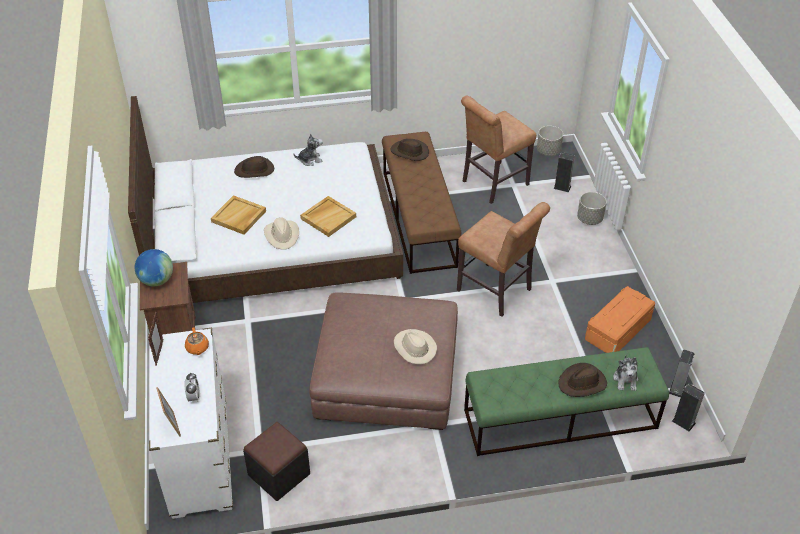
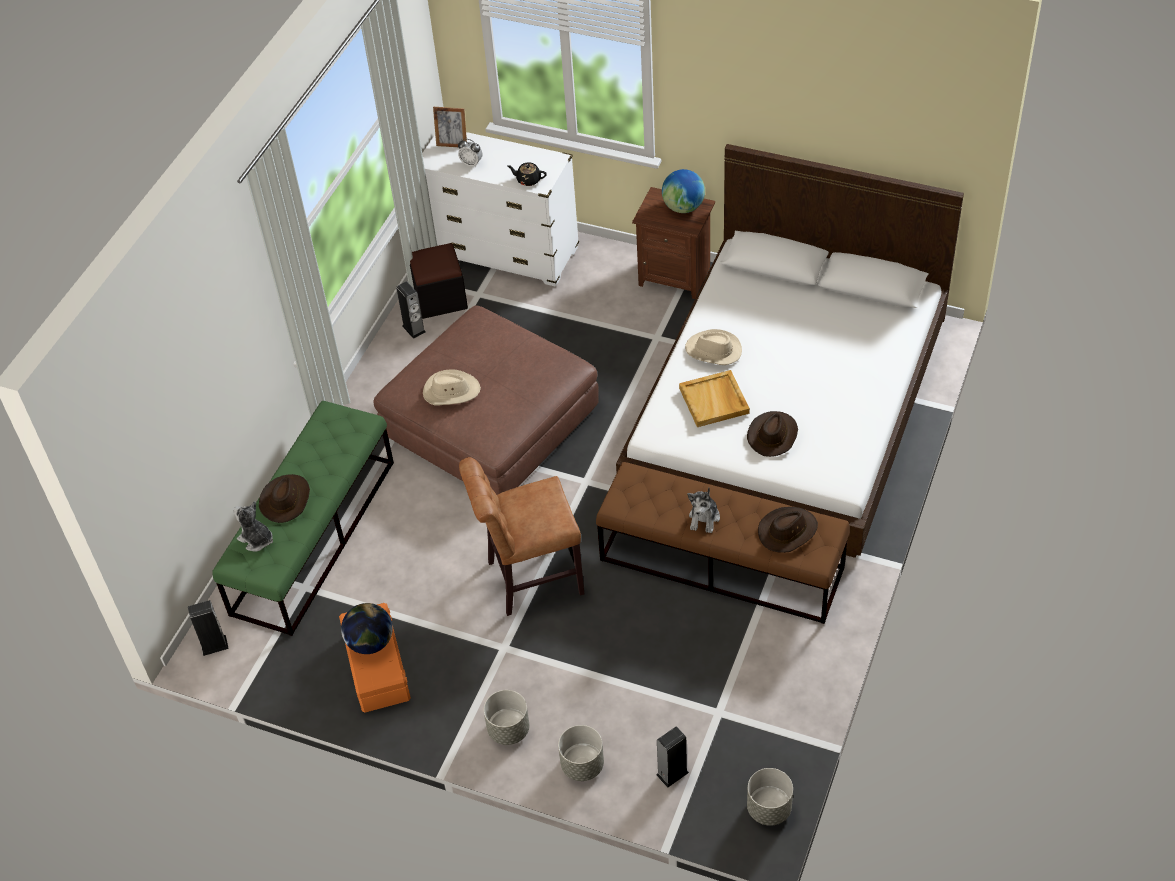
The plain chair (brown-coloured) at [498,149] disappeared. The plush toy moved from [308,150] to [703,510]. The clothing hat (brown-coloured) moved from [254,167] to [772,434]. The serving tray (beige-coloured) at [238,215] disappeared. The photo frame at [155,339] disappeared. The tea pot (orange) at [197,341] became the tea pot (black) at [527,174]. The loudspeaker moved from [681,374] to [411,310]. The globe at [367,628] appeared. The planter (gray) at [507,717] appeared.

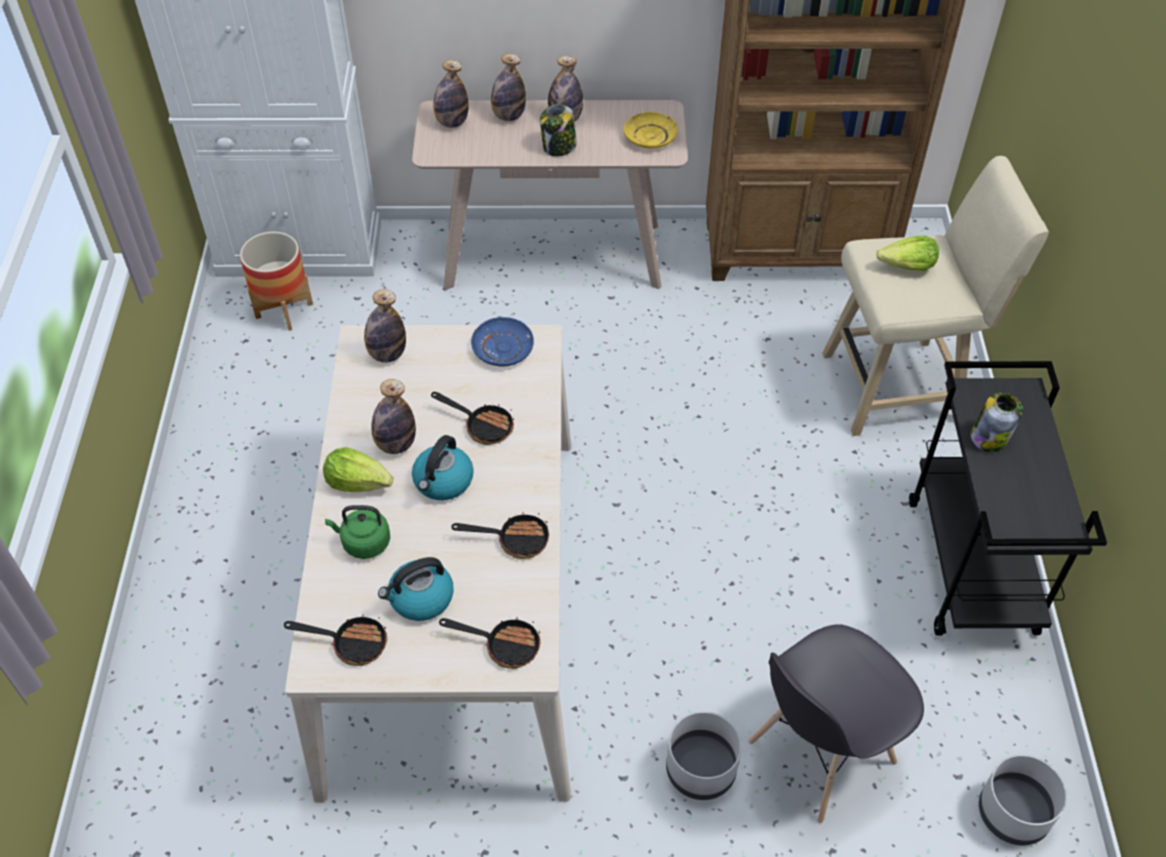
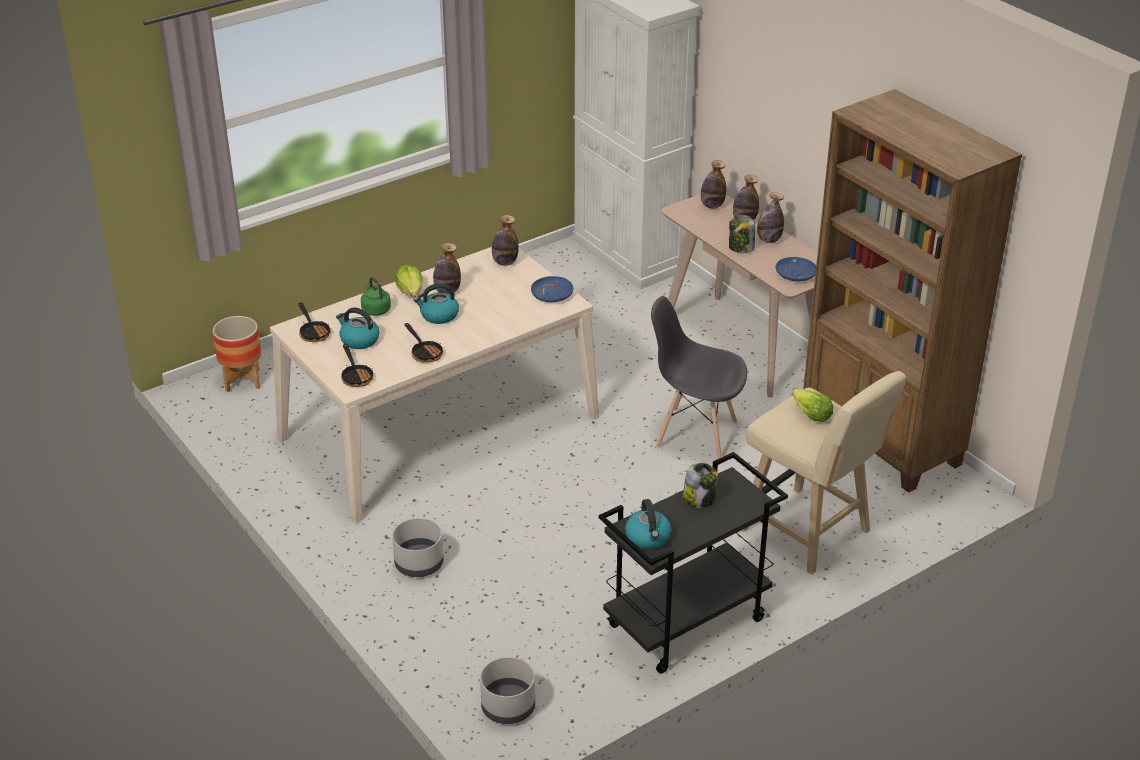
The dinner plate (yellowish) at [651,130] became the dinner plate (blue) at [796,269]. The planter moved from [276,281] to [236,354]. The skillet at [472,418] disappeared. The plain chair (gray) moved from [836,723] to [699,377]. The kettle at [648,524] appeared.

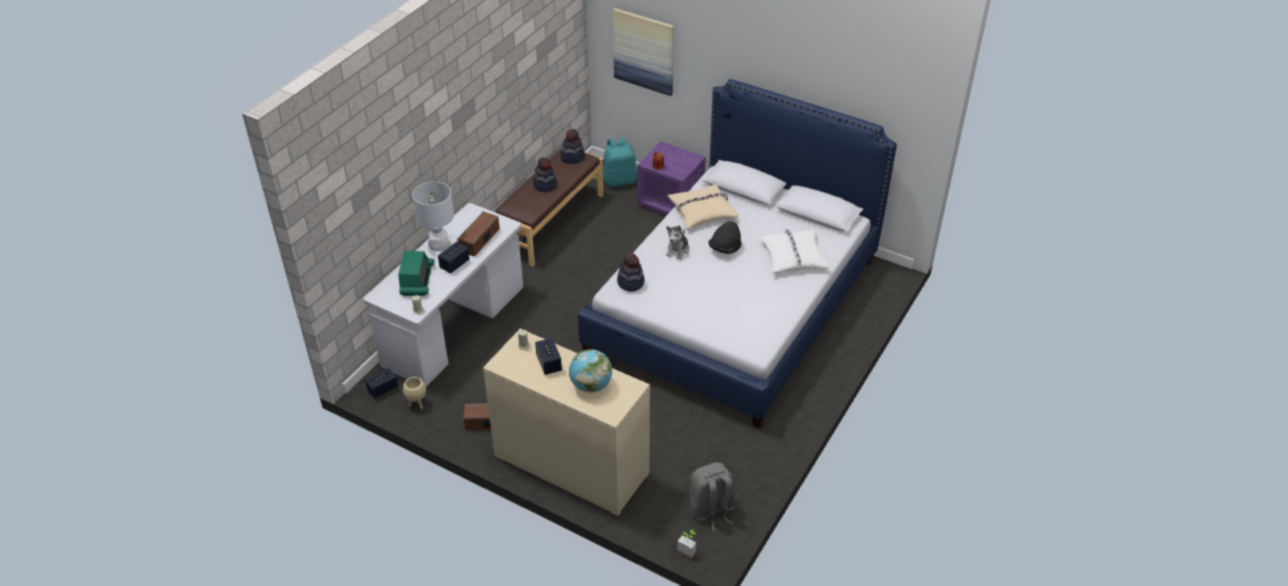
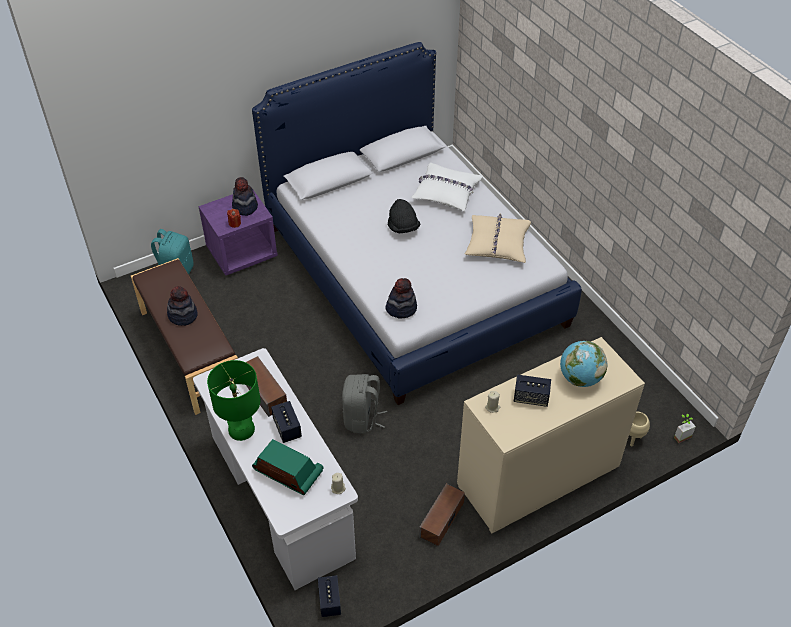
The wall art at [643,52] disappeared. The clothing hat moved from [573,146] to [245,196]. The lamp for a table (white-coloured) at [433,216] became the lamp for a table (green-coloured) at [234,400]. The throw pillow (beige-coloured) moved from [703,206] to [498,238]. The plush toy at [677,242] disappeared. The planter (beige-coloured) moved from [414,393] to [639,429]. The backpack (gray) moved from [712,496] to [364,403].

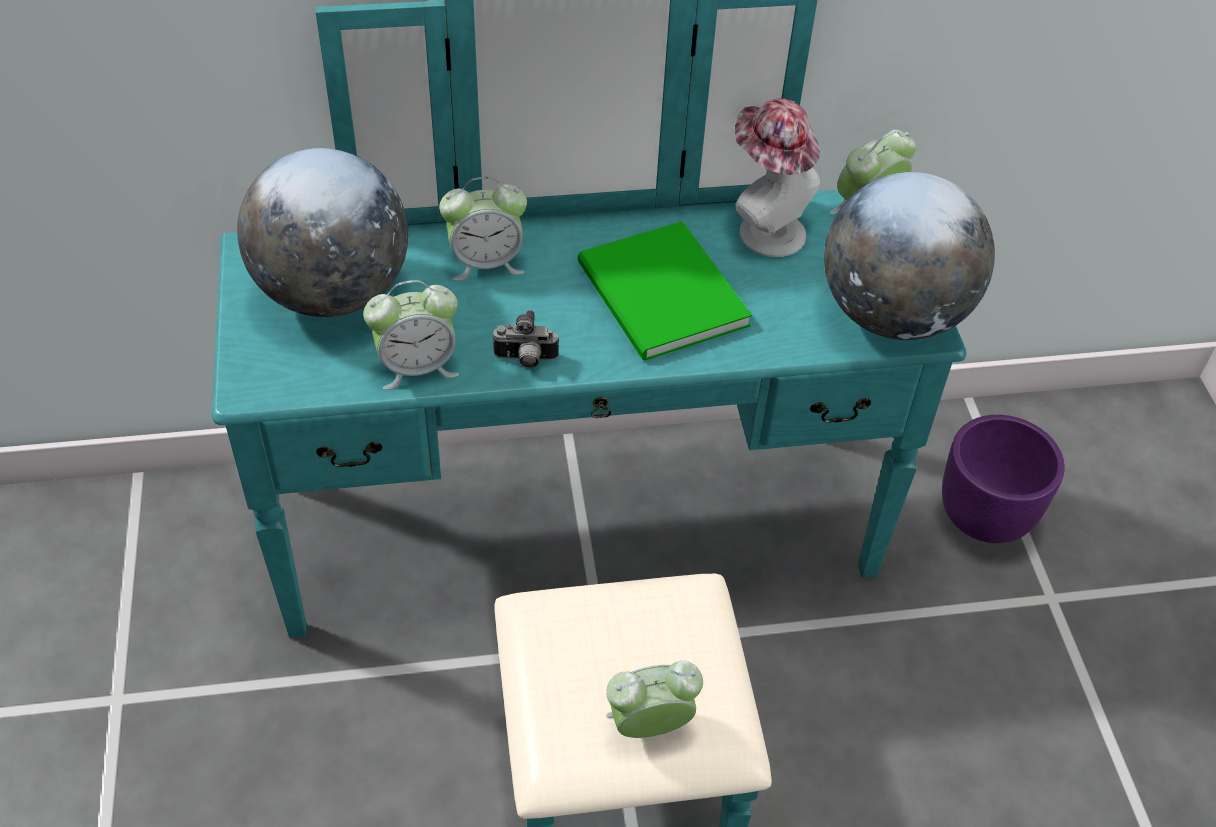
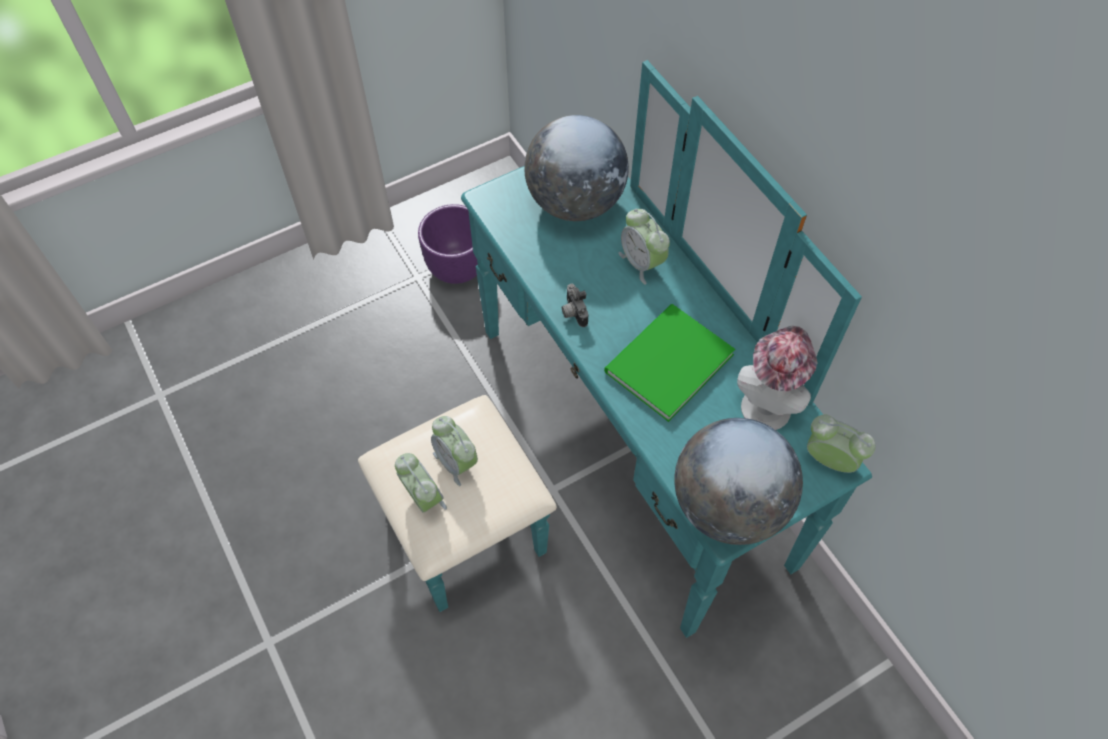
The alarm clock moved from [411,335] to [454,451]. The planter (purple-coloured) moved from [1003,479] to [448,244].

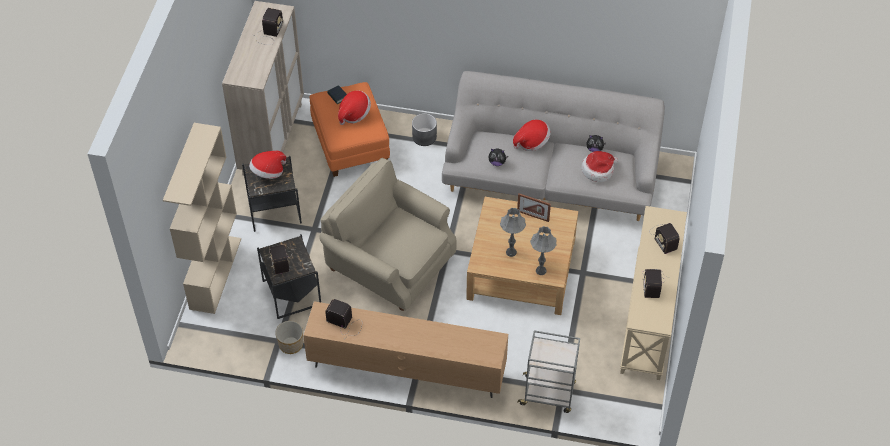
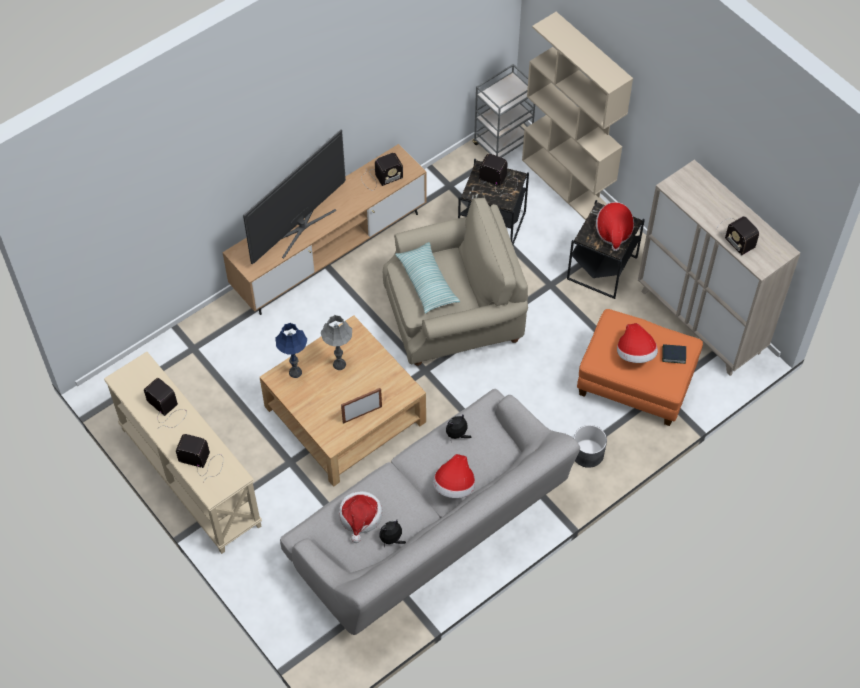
The lamp for a table (gray) at [543,250] became the lamp for a table (blue) at [291,350]. The planter at [289,337] disappeared. The wheeled cart (gray) moved from [548,371] to [504,111]. The TV at [294,196] appeared. The throw pillow at [427,278] appeared.

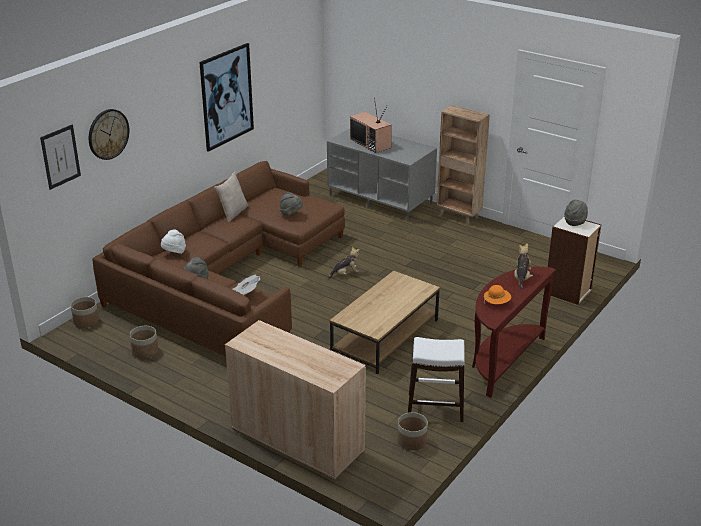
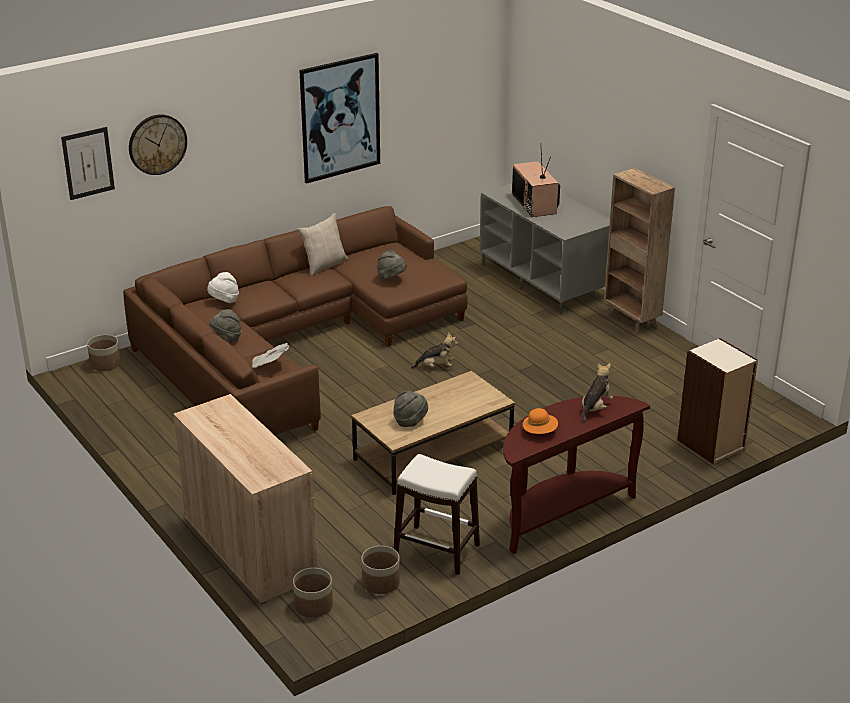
The clothing hat (gray) moved from [576,213] to [410,409]. The planter moved from [144,342] to [313,592].

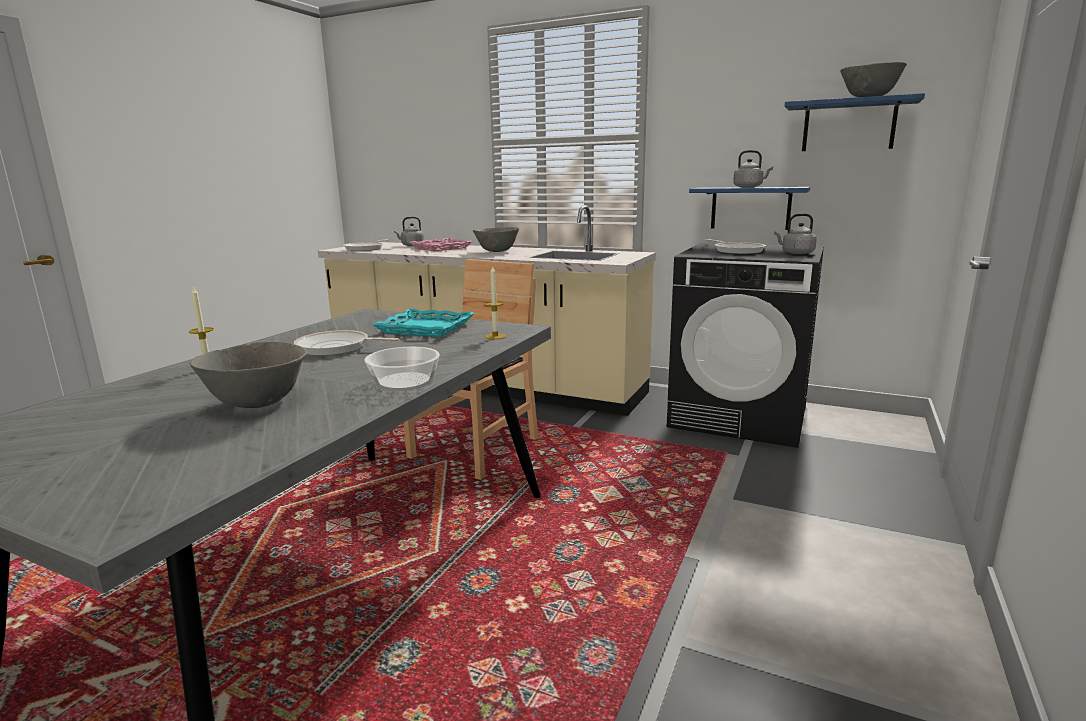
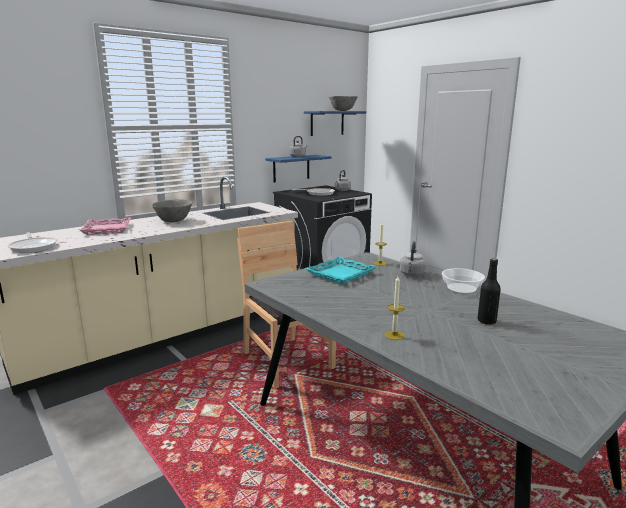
The kettle (gray) moved from [409,231] to [414,258]. The skillet at [346,343] disappeared. The serving bowl (gray) at [248,375] was replaced by the bottle (black) at [489,291].

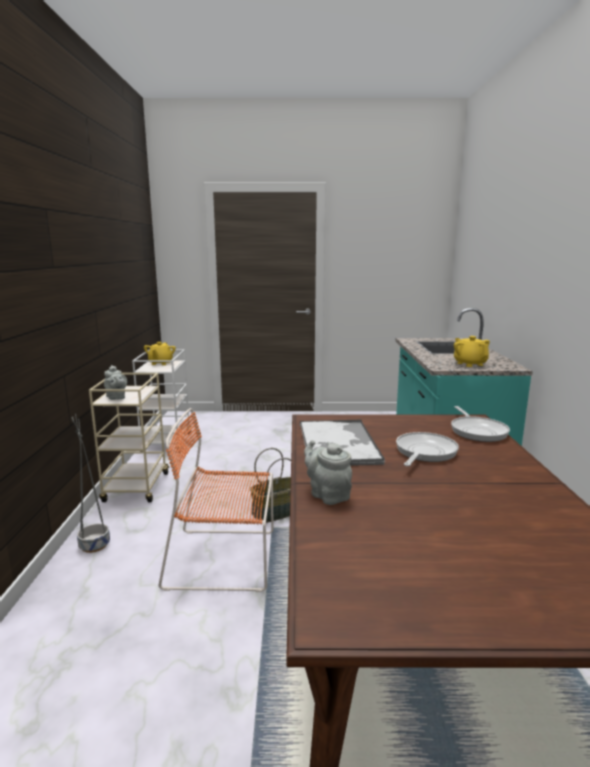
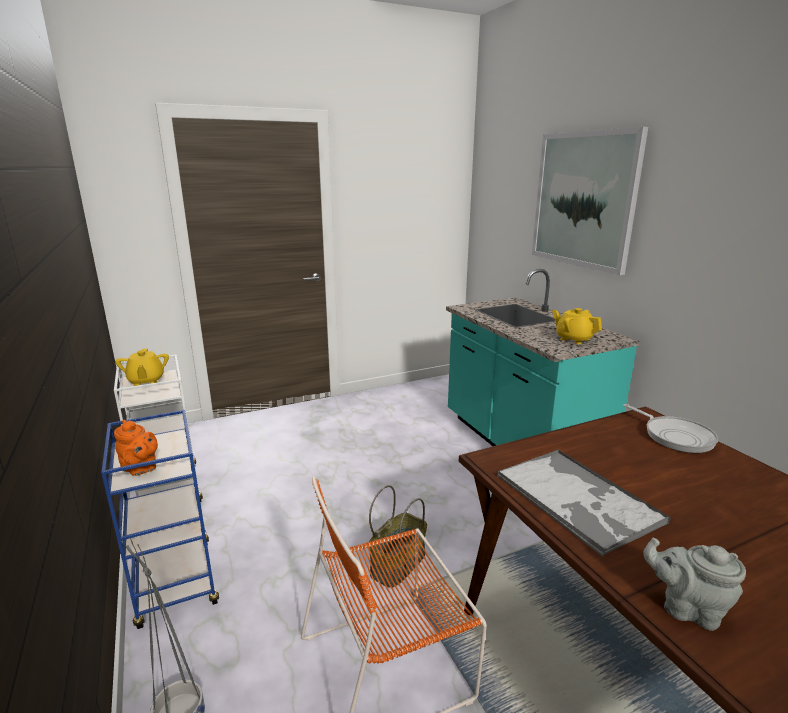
The tea pot (gray) at [115,382] became the tea pot (orange) at [136,448]. The wheeled cart (beige-coloured) at [129,437] became the wheeled cart (blue) at [160,519]. The skillet at [427,449] disappeared. The wall art at [590,201] appeared.

